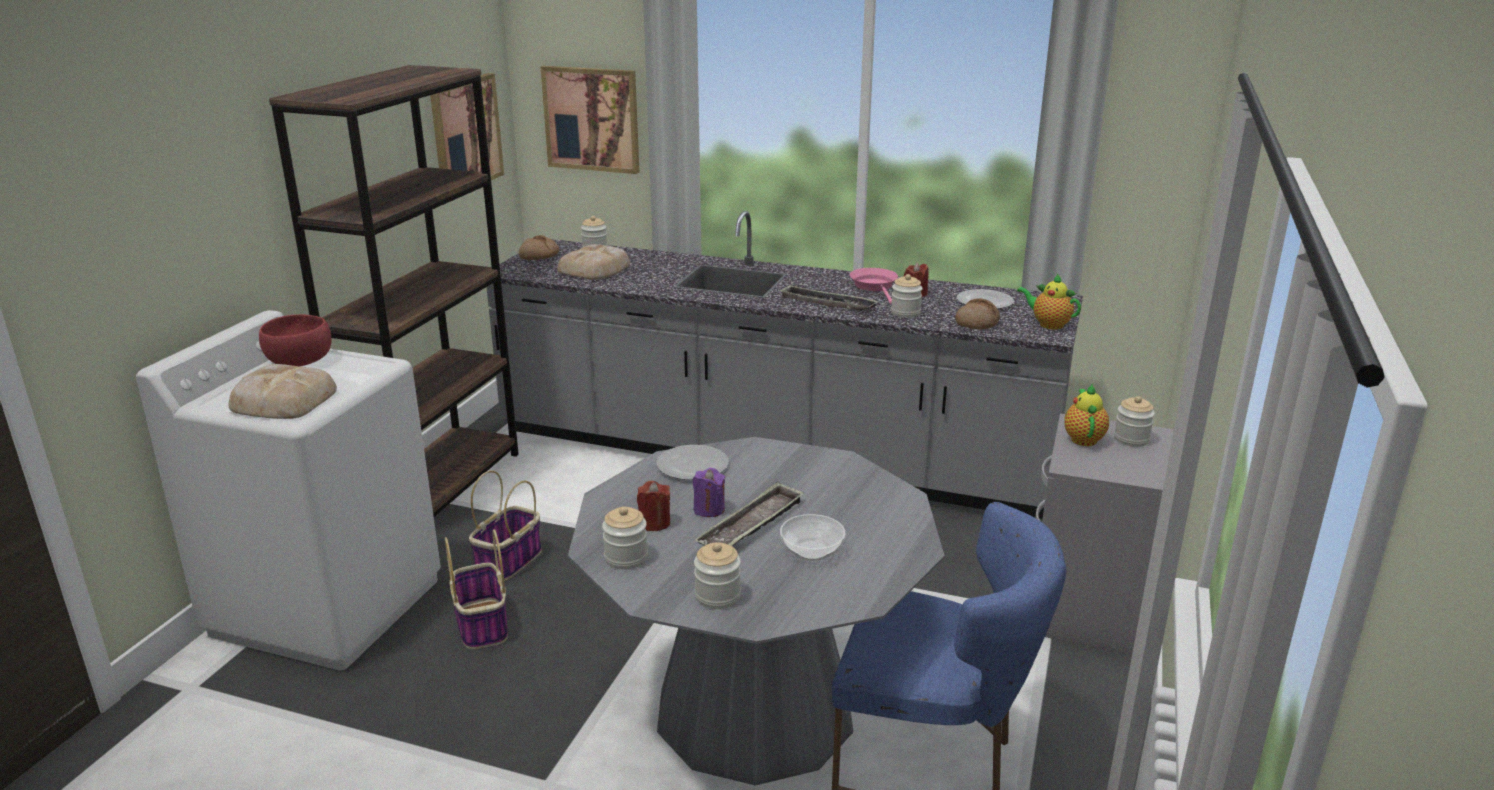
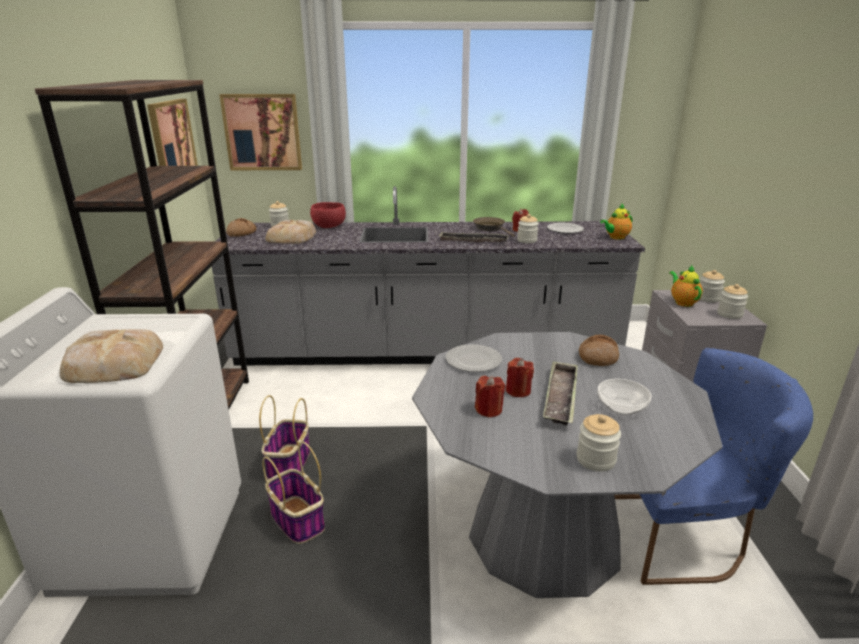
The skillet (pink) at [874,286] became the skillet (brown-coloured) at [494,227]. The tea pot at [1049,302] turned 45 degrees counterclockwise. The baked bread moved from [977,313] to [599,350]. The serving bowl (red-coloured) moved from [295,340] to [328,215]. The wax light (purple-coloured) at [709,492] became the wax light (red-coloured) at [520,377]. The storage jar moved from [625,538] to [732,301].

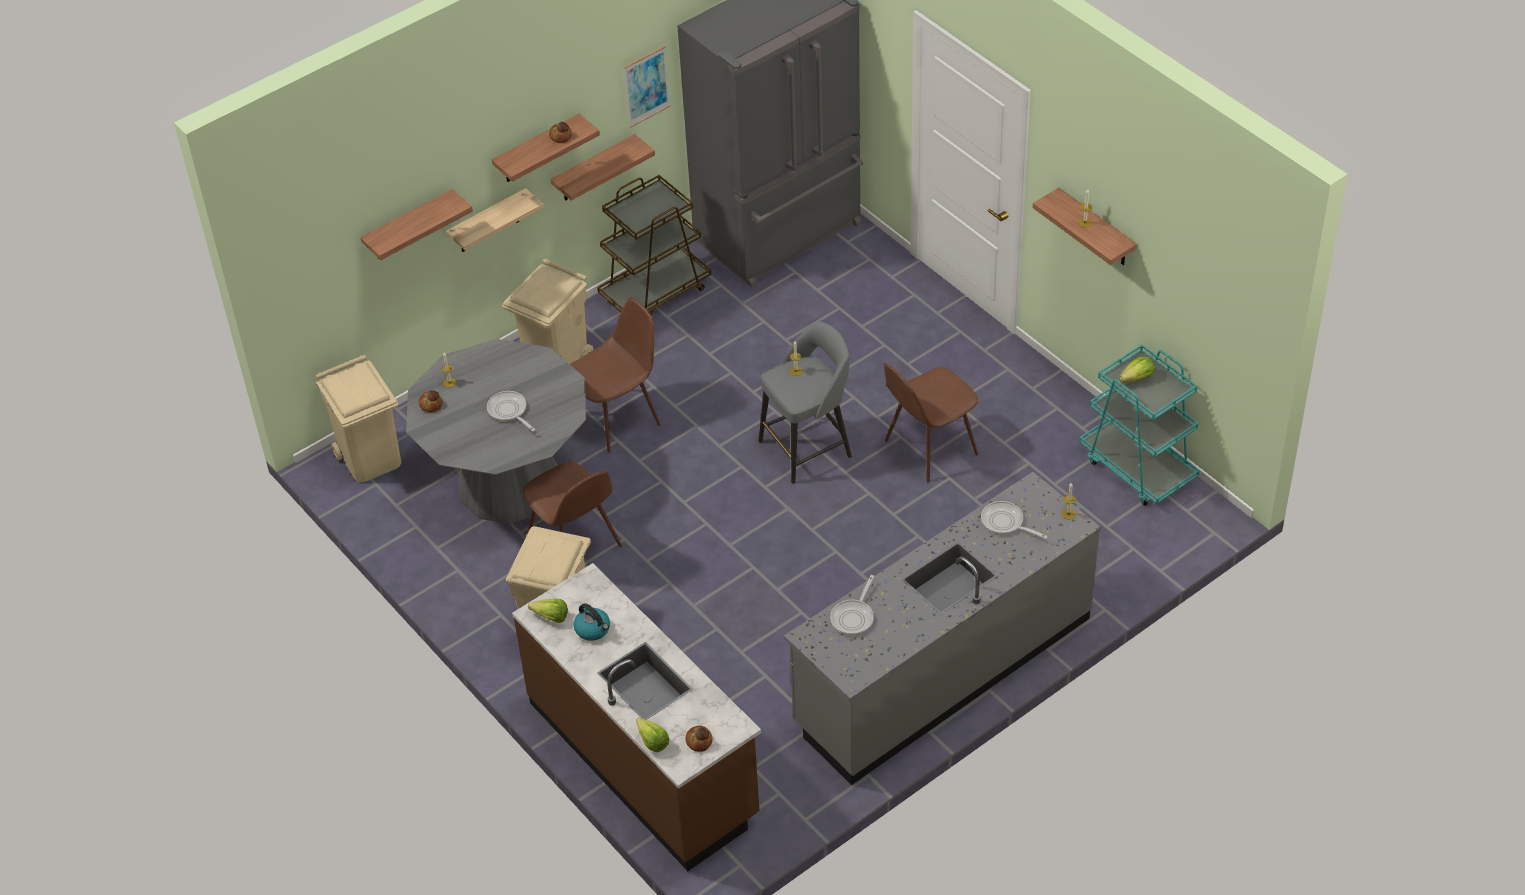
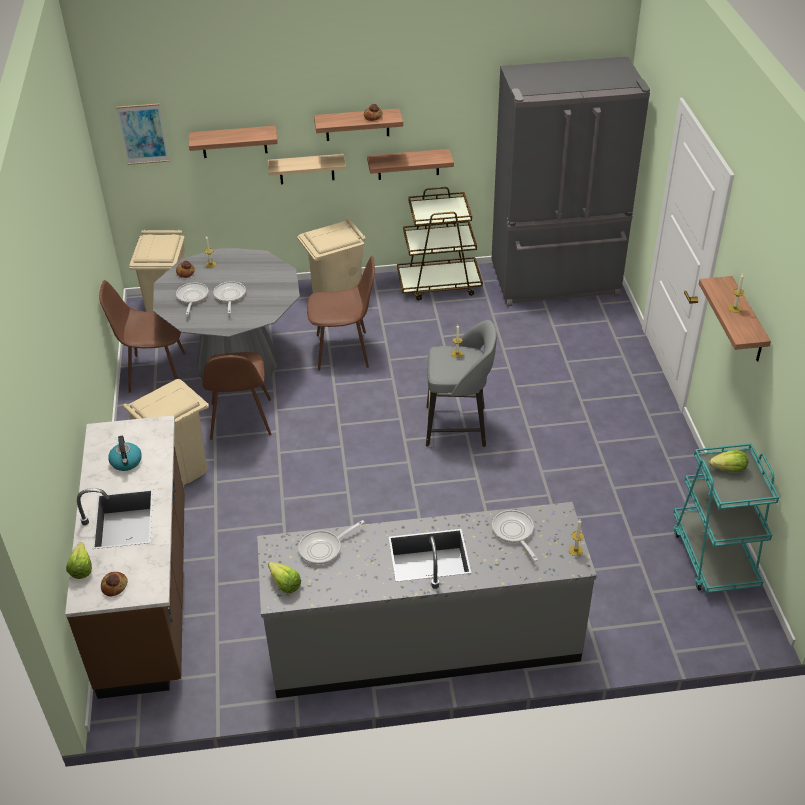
The wall art moved from [647,87] to [142,134]. The plain chair (brown-coloured) moved from [931,422] to [142,336]. The lettuce head moved from [548,611] to [284,577]. The skillet at [192,299] appeared.

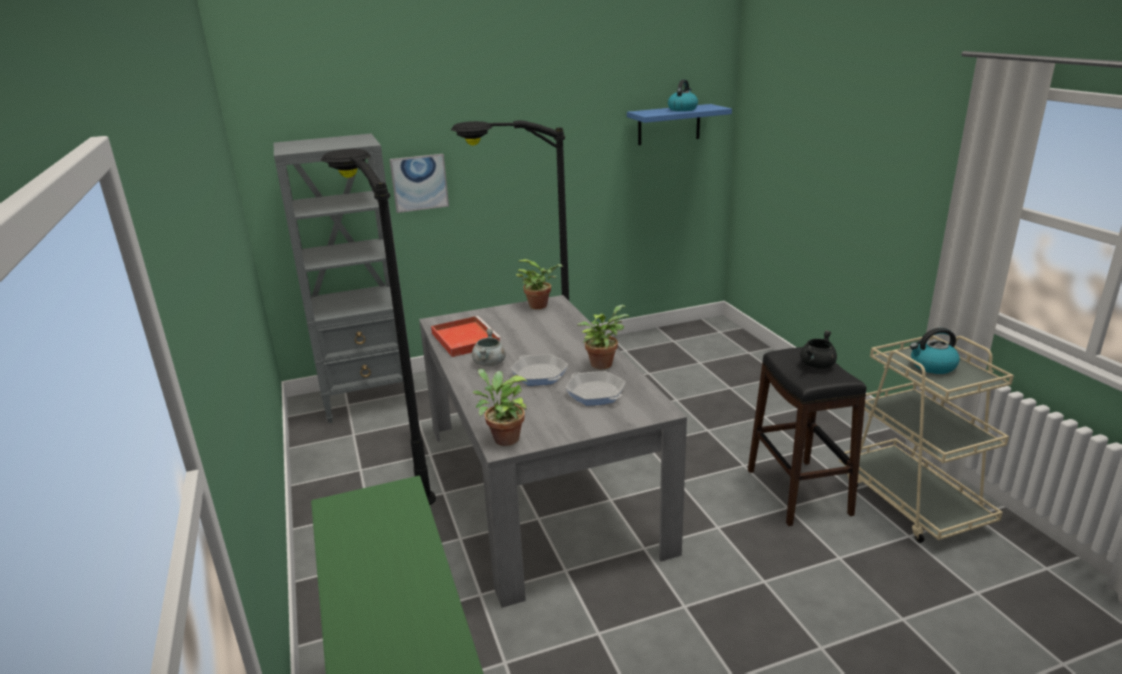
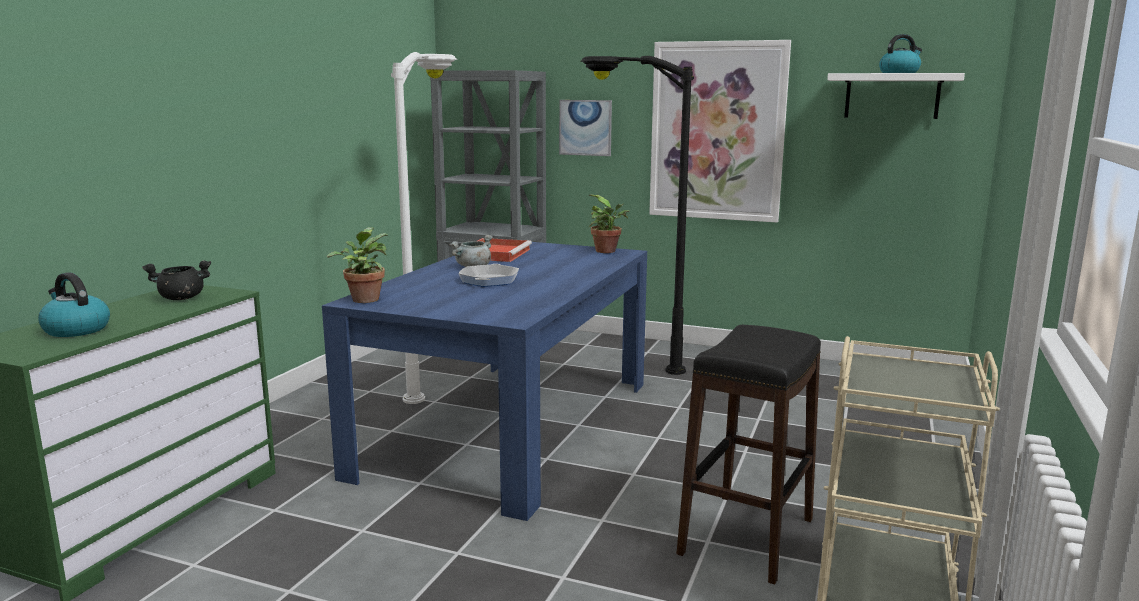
The wall shelf (blue) at [679,124] became the wall shelf (white-coloured) at [896,96]. The standard lamp (black) at [378,327] became the standard lamp (white-coloured) at [424,228]. The dining table (gray) at [553,451] became the dining table (blue) at [484,381]. The potted plant at [603,337] disappeared. The kettle moved from [935,351] to [74,304]. The cooking pot (black) moved from [818,349] to [176,280]. The skillet at [595,388] disappeared. The wall art at [720,131] appeared.

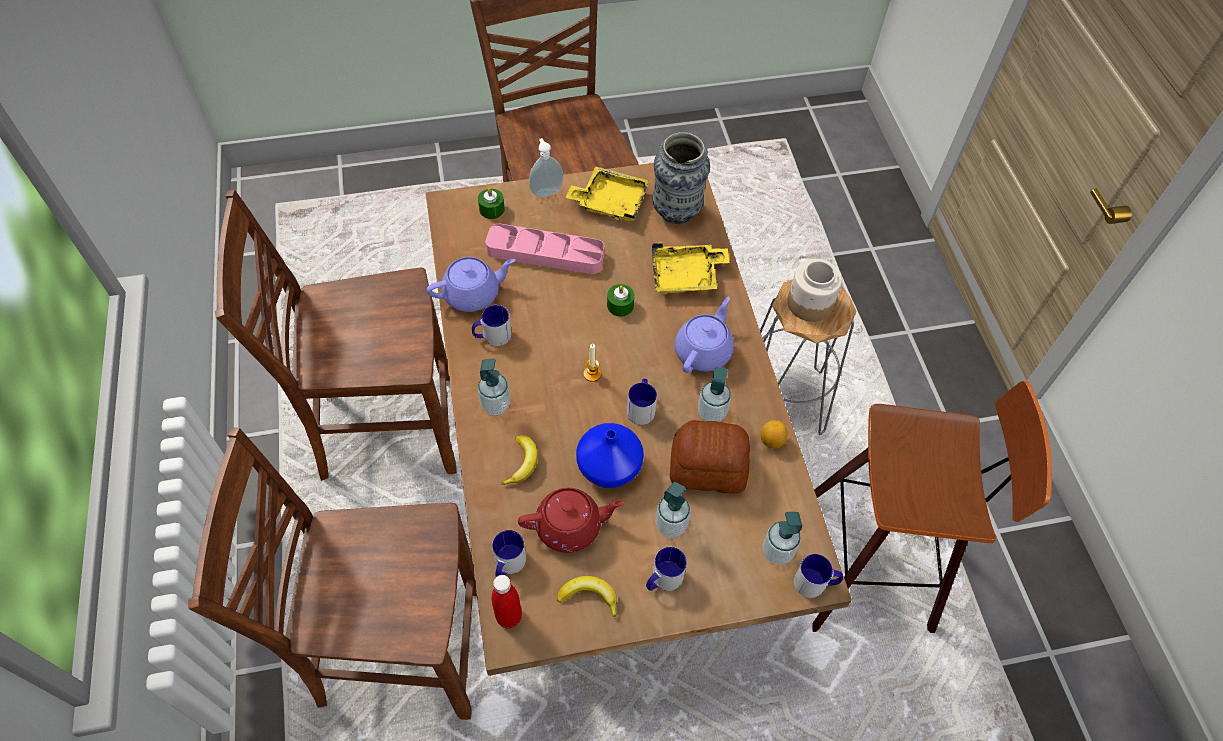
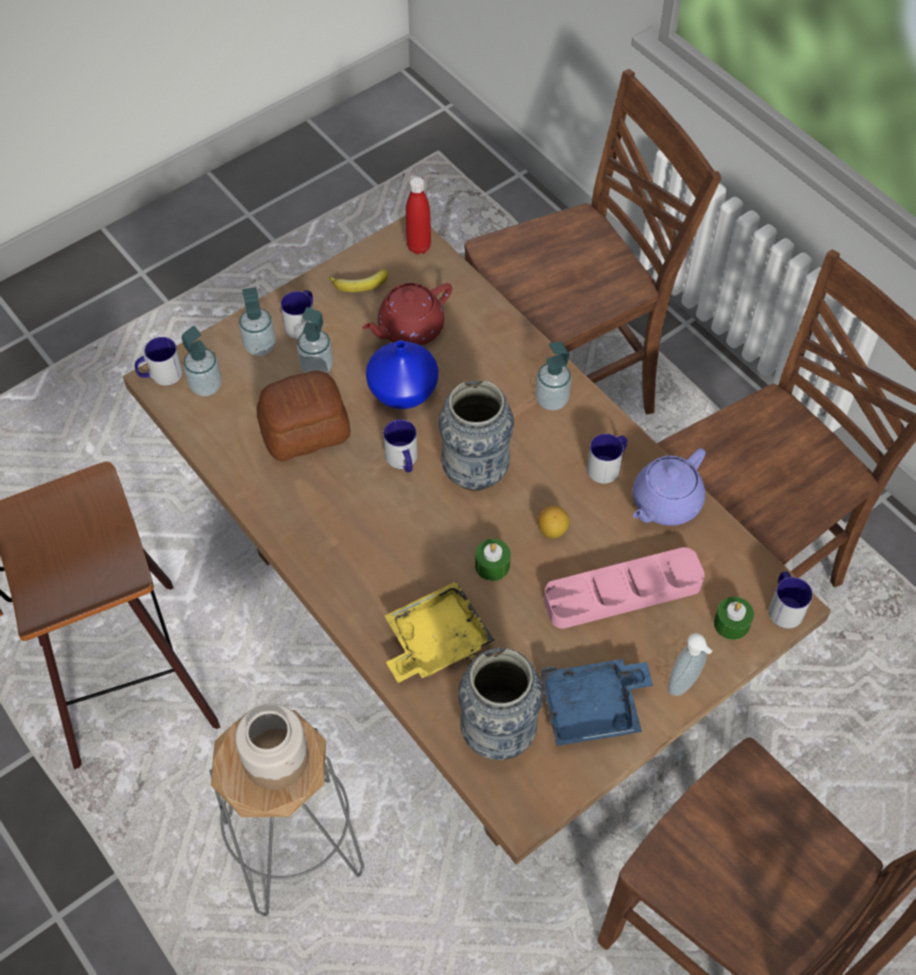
The serving tray (yellowish) at [607,193] became the serving tray (blue) at [597,702]. The tea pot (purple-coloured) at [704,335] disappeared. The wax light at [592,363] was replaced by the flower vase at [476,435]. The liquid soap bottle moved from [714,394] to [257,321]. The citrus fruit moved from [774,434] to [554,522]. The banana fruit at [519,460] disappeared. The mug moved from [509,553] to [791,600].

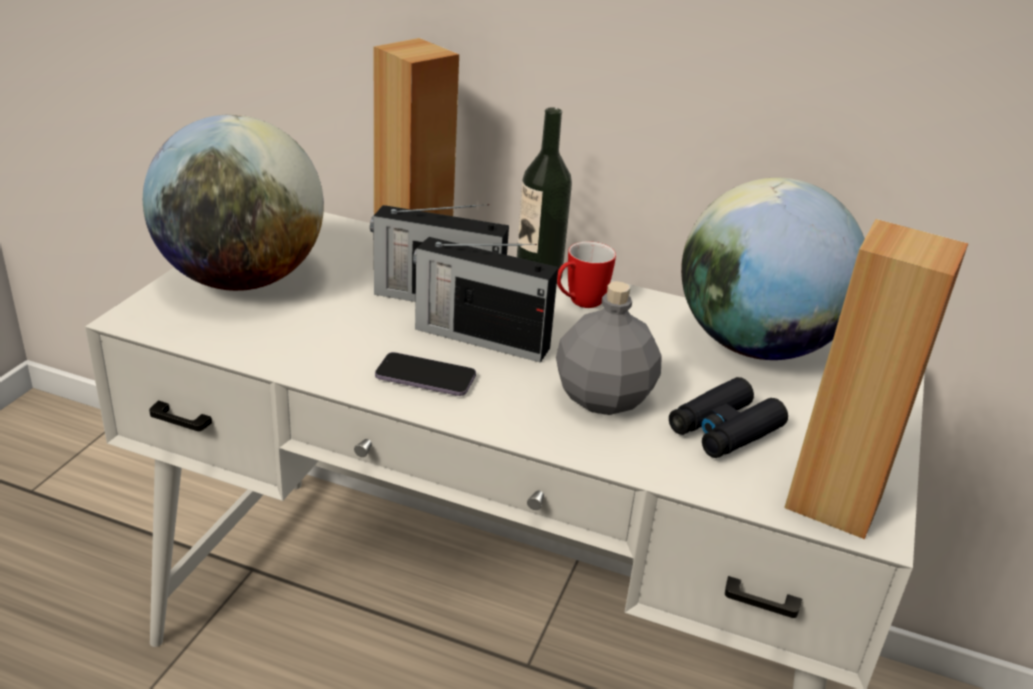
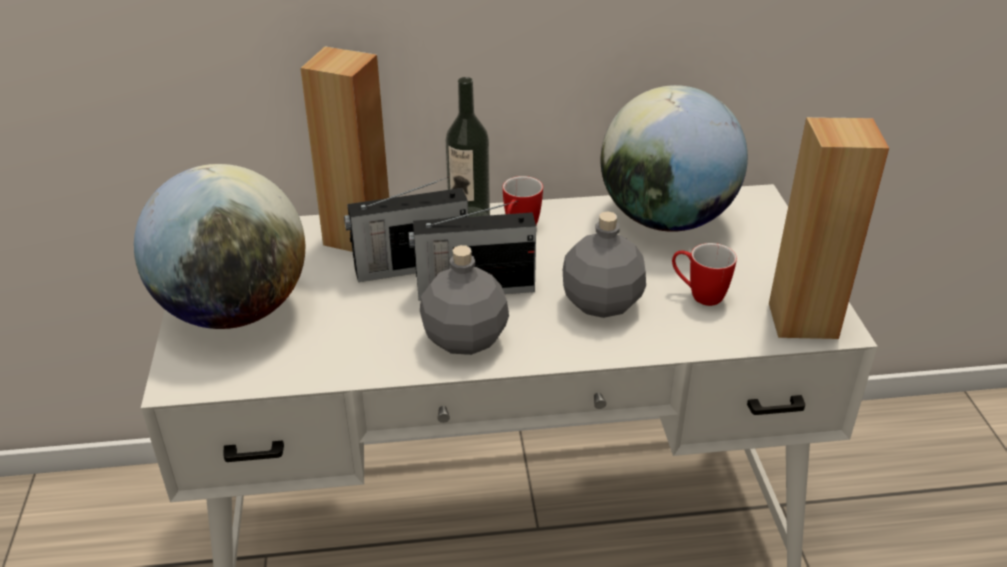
The telephone at [425,374] was replaced by the bottle (gray) at [464,300]. The binoculars (black) at [728,417] was replaced by the mug at [704,274].

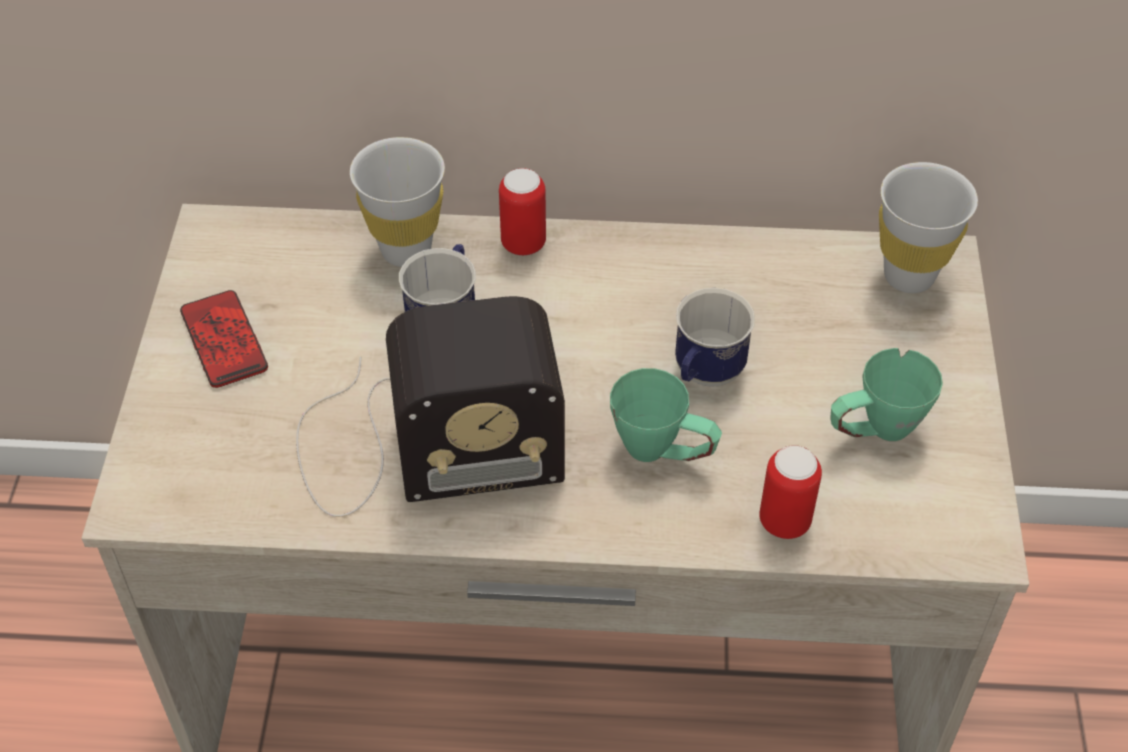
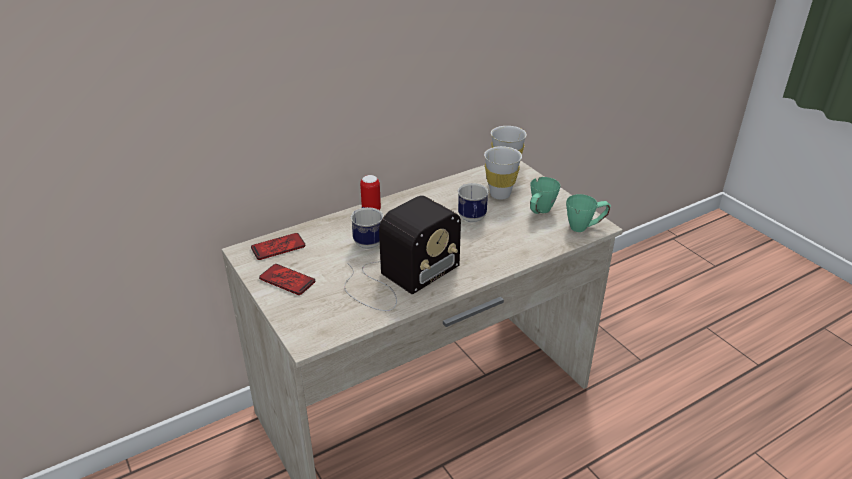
The drinking cup (white-coloured) moved from [397,202] to [503,173]. The mug (green-coloured) moved from [666,415] to [588,213]. The can at [790,492] disappeared. The telephone at [278,246] appeared.

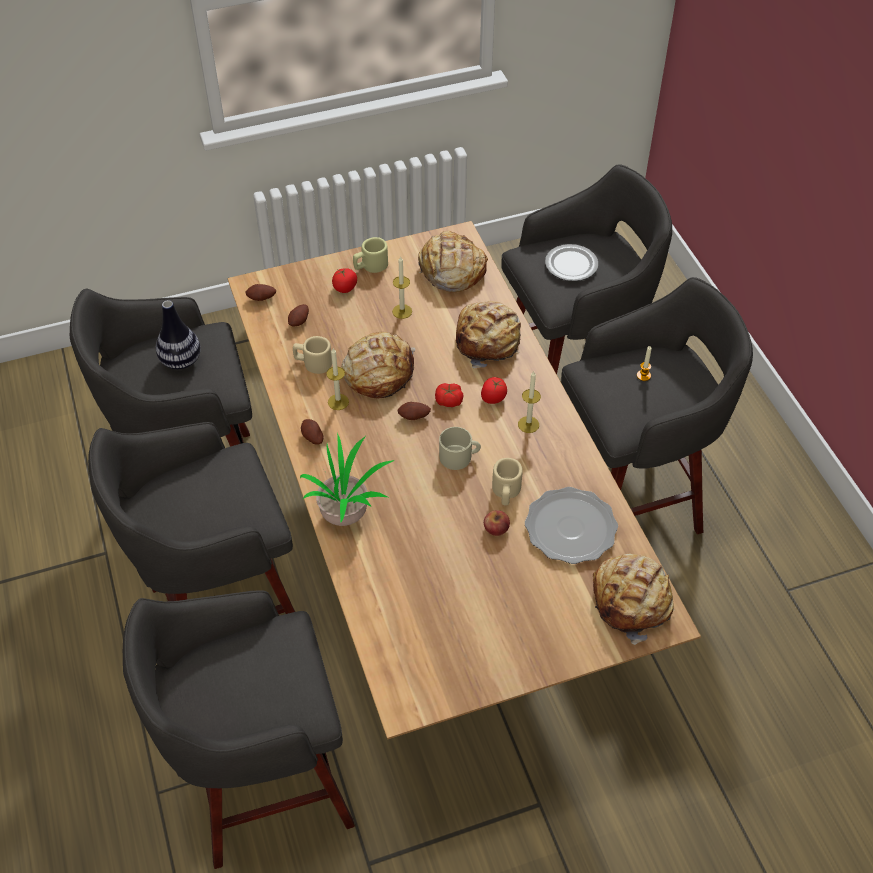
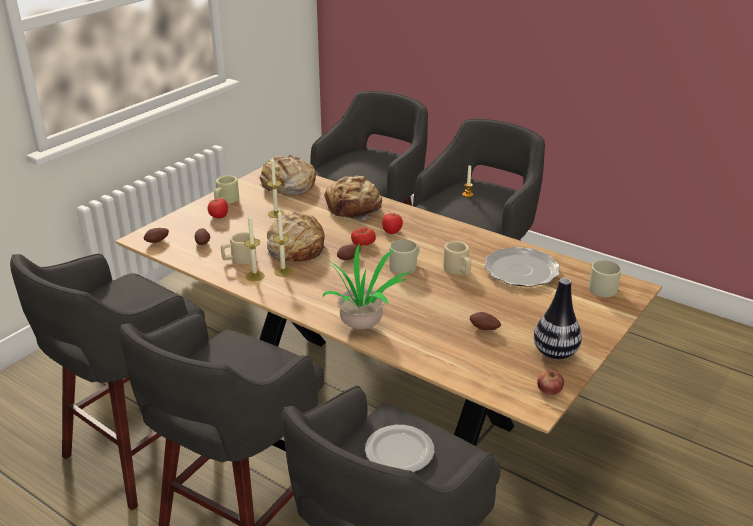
The dinner plate moved from [571,262] to [399,448]. The flower vase moved from [178,335] to [558,318]. The wax light moved from [529,402] to [254,247]. The potato moved from [312,431] to [485,321]. The apple fruit moved from [497,523] to [550,382]. The baked bread at [634,599] was replaced by the mug (beige-coloured) at [605,278].

